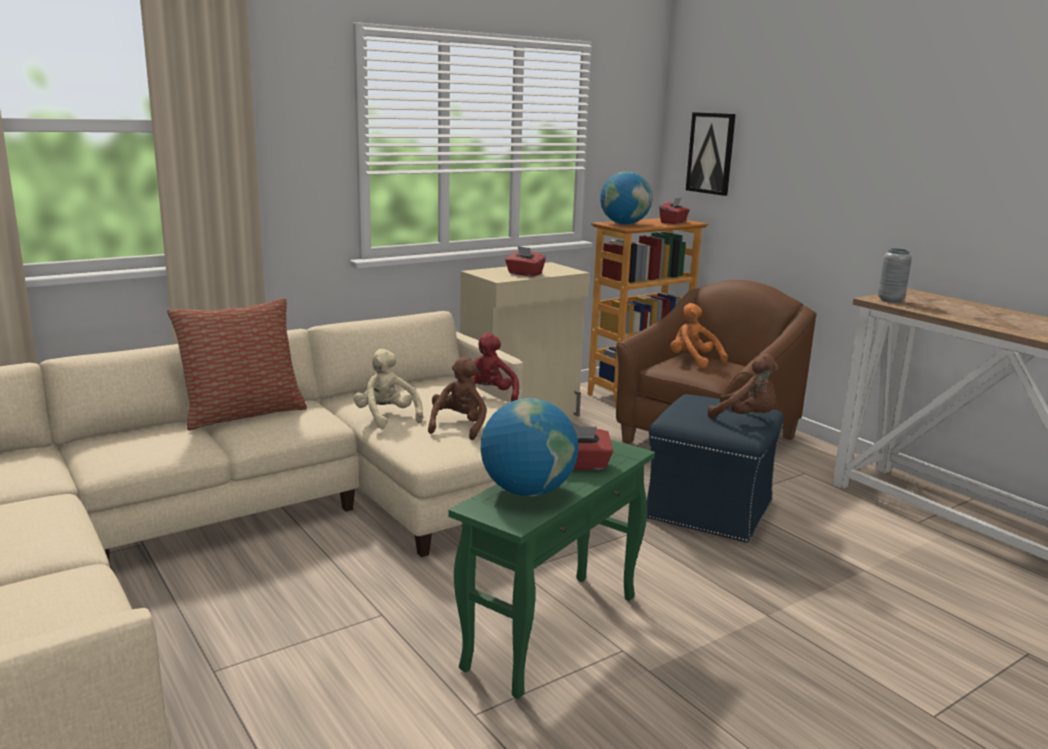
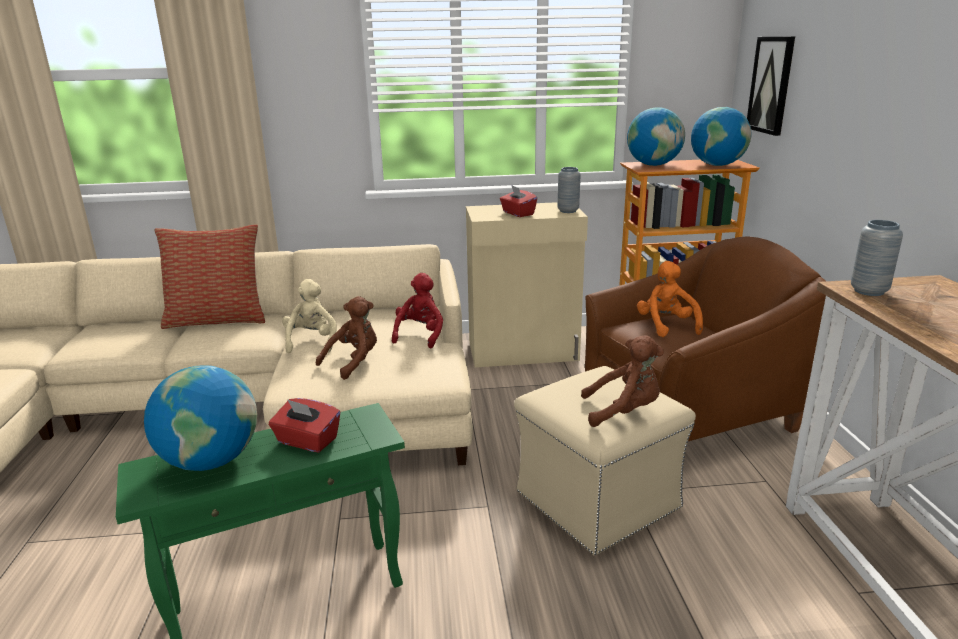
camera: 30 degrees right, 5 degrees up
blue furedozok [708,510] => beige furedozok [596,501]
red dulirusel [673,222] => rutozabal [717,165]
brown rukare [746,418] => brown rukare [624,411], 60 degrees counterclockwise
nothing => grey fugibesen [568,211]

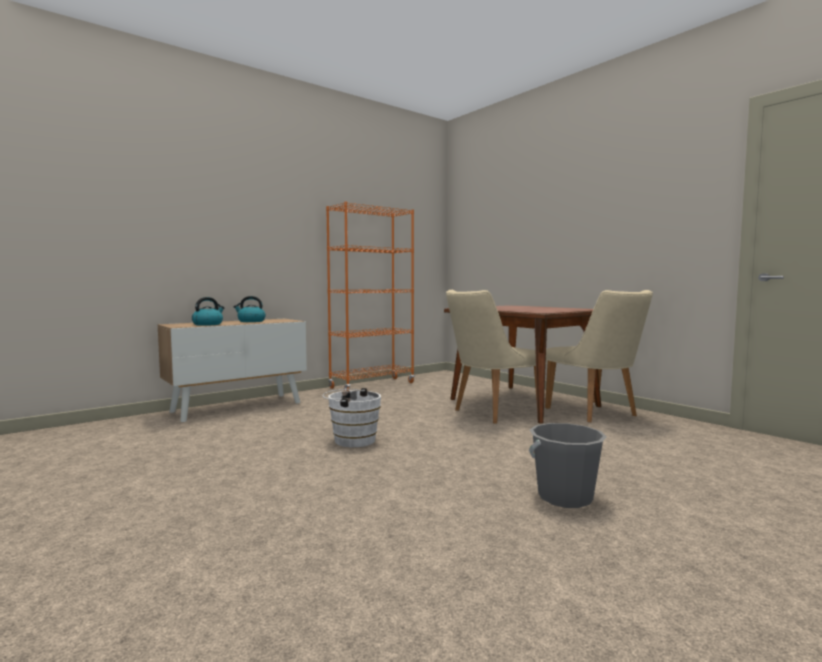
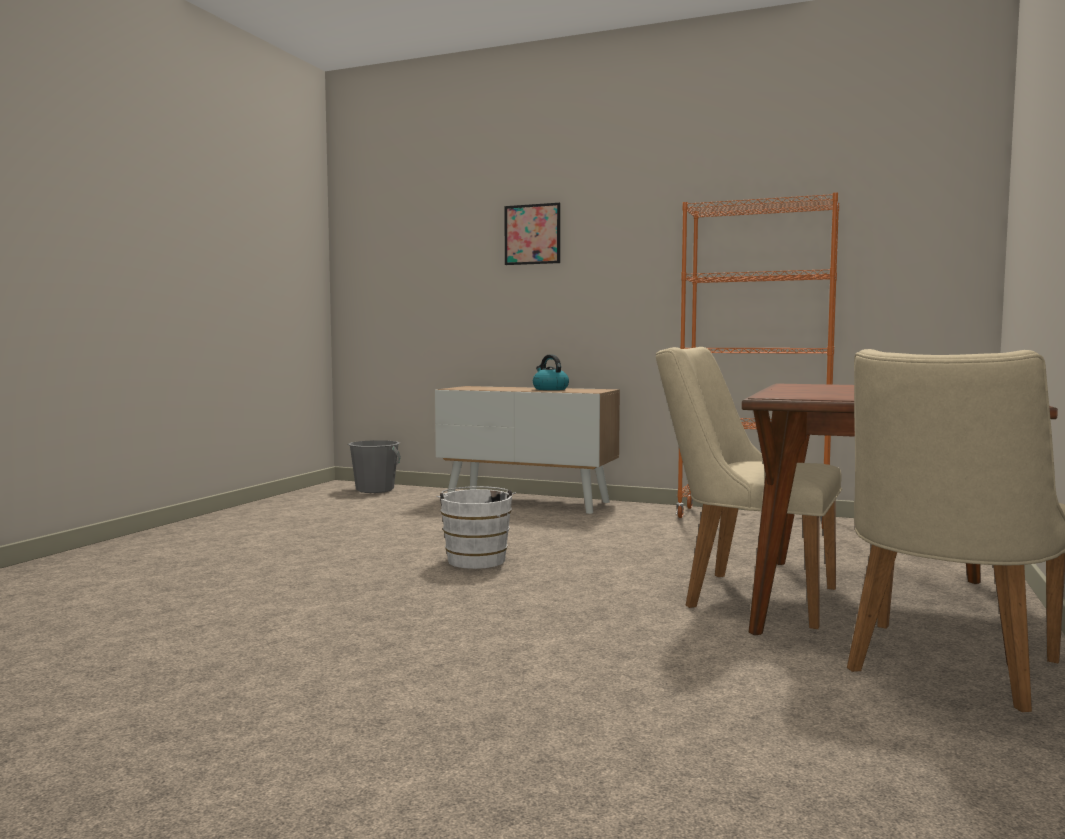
camera: 60 degrees right, 0 degrees up
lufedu [208,324] => nothing
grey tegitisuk [565,497] => grey tegitisuk [375,490], shifted
nothing => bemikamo [532,234]

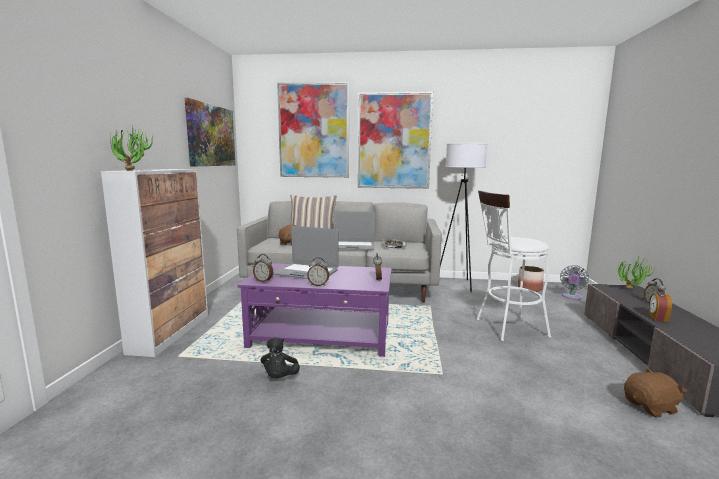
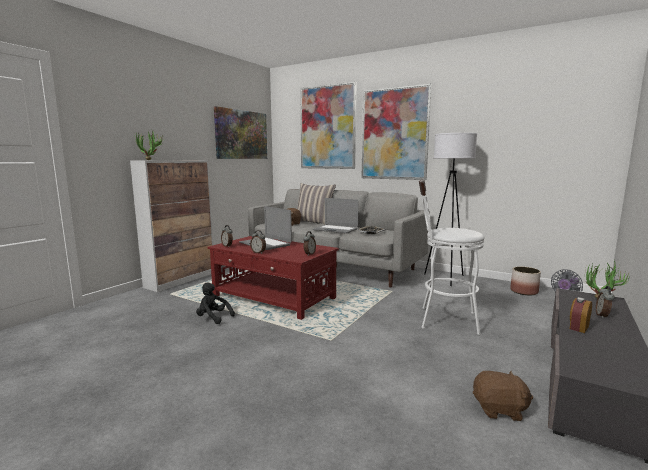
camera: 25 degrees right, 0 degrees up
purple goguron [322,335] => red goguron [274,298]
black rukare [280,377] => black rukare [213,318], 90 degrees clockwise

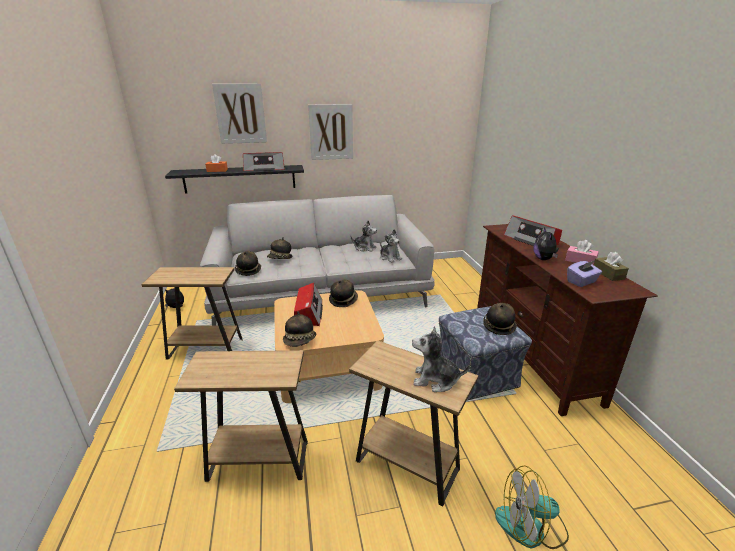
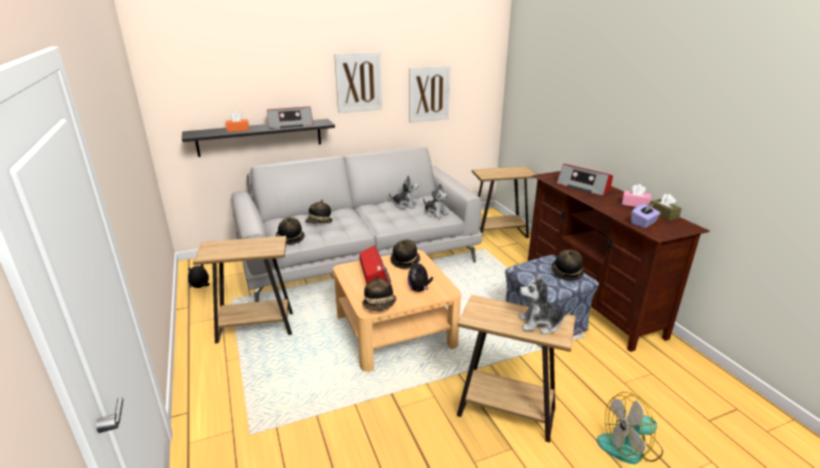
camera: 10 degrees left, 0 degrees up
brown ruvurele [258,460] => brown ruvurele [499,234], shifted
bemikamo [240,114] => bemikamo [429,94], shifted
rukare [544,259] => rukare [419,289], shifted

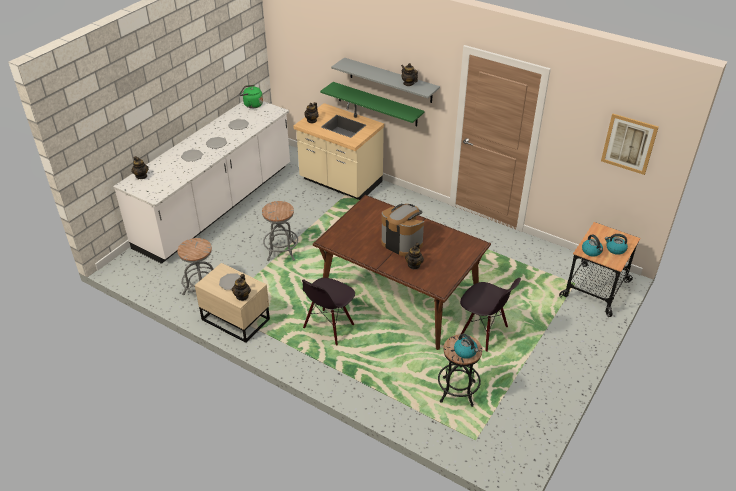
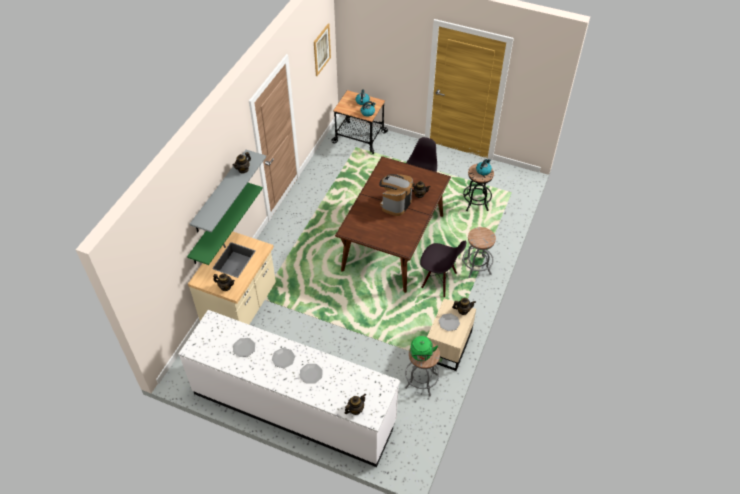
camera: 100 degrees left, 10 degrees up
green lufedu [252,105] => green lufedu [421,355], shifted
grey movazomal [281,252] => grey movazomal [476,267], shifted

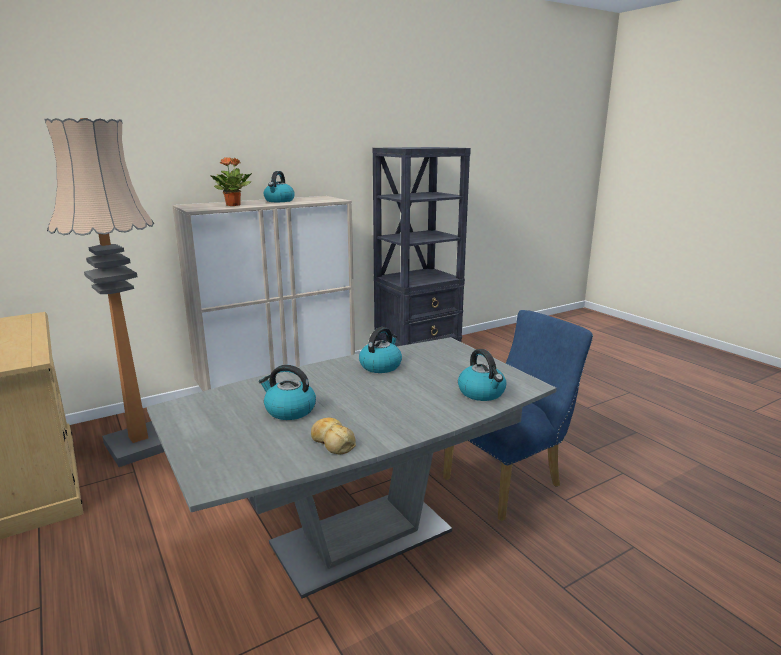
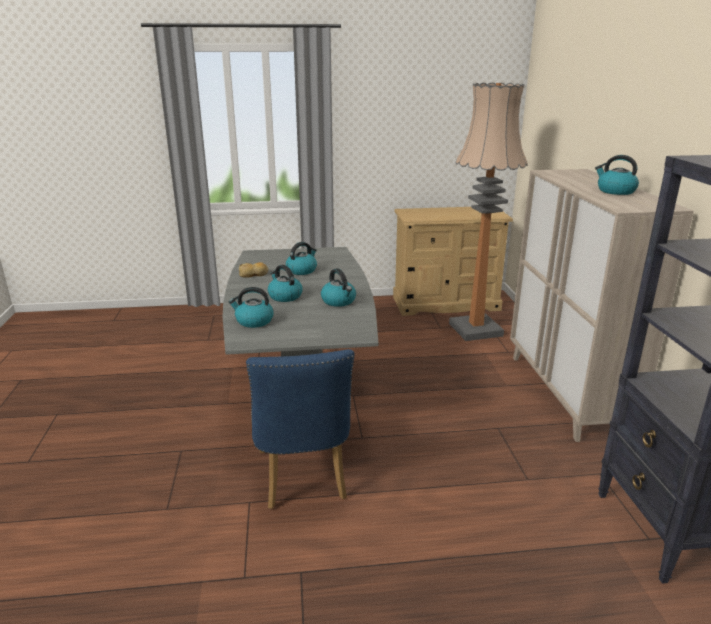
camera: 115 degrees right, 5 degrees up
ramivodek [233,205] => nothing
nothing => lufedu [284,296]

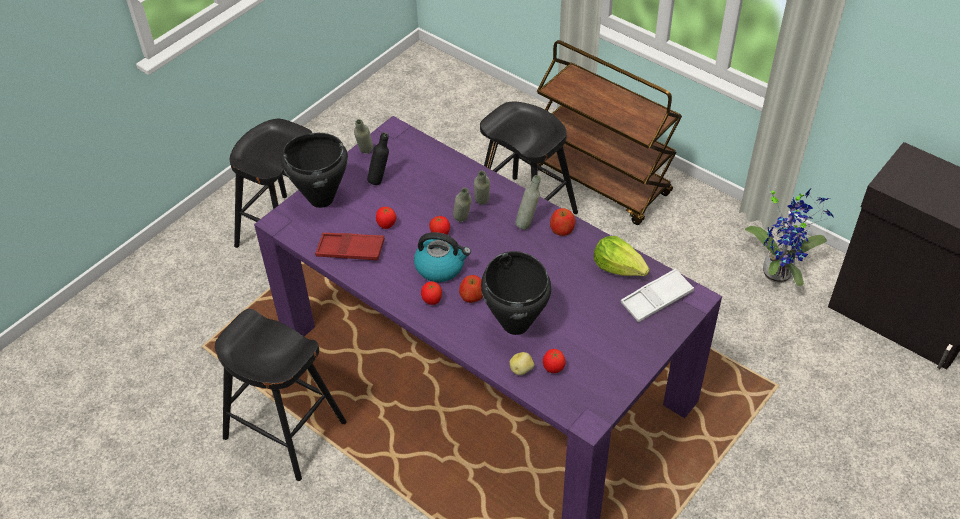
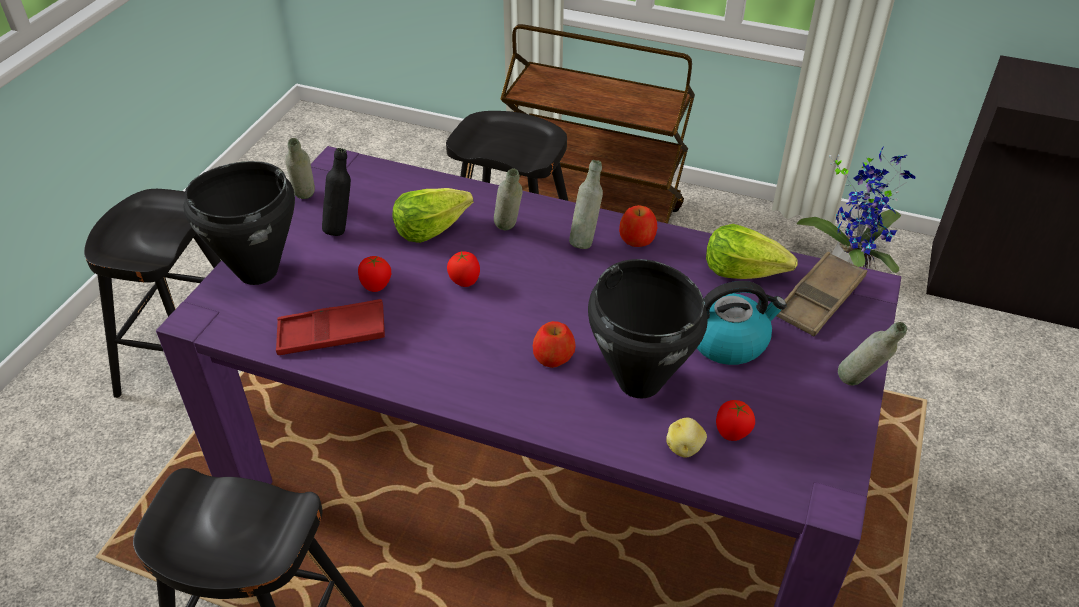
camera: 20 degrees left, 5 degrees down
lufedu [441,267] => lufedu [729,341], shifted
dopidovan [432,301] => nothing
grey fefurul [463,222] => grey fefurul [859,386], shifted
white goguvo [656,299] => brown goguvo [819,300]
nothing => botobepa [430,228]

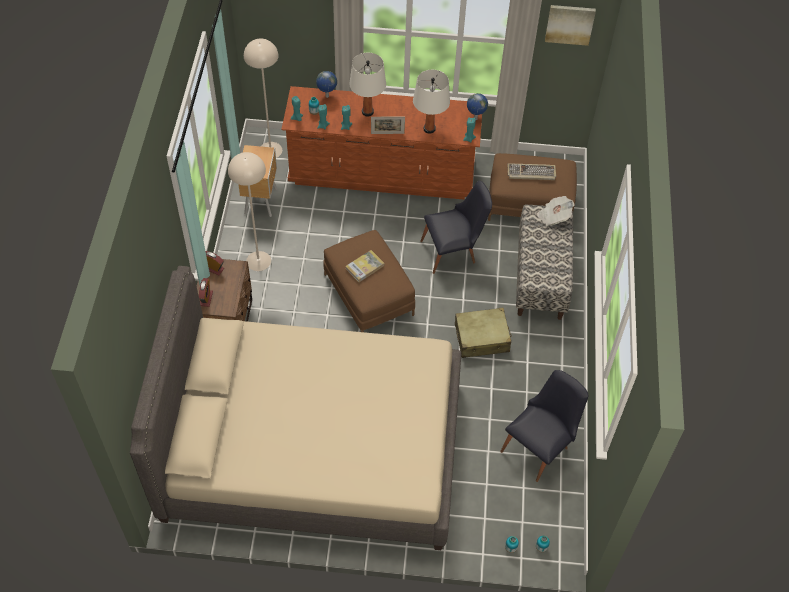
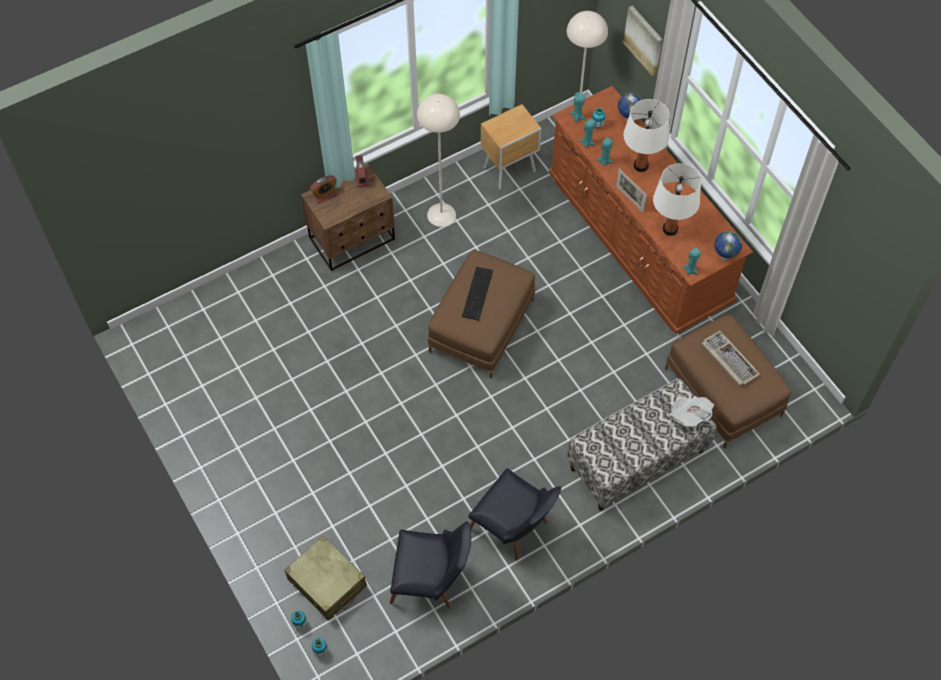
camera: 55 degrees right, 5 degrees up
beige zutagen [313,448] => nothing
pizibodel [364,267] => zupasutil [477,293]
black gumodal [454,252] => black gumodal [514,530], shifted
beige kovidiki [482,338] => beige kovidiki [327,582], shifted
bemikamo [569,24] => bemikamo [644,40], shifted

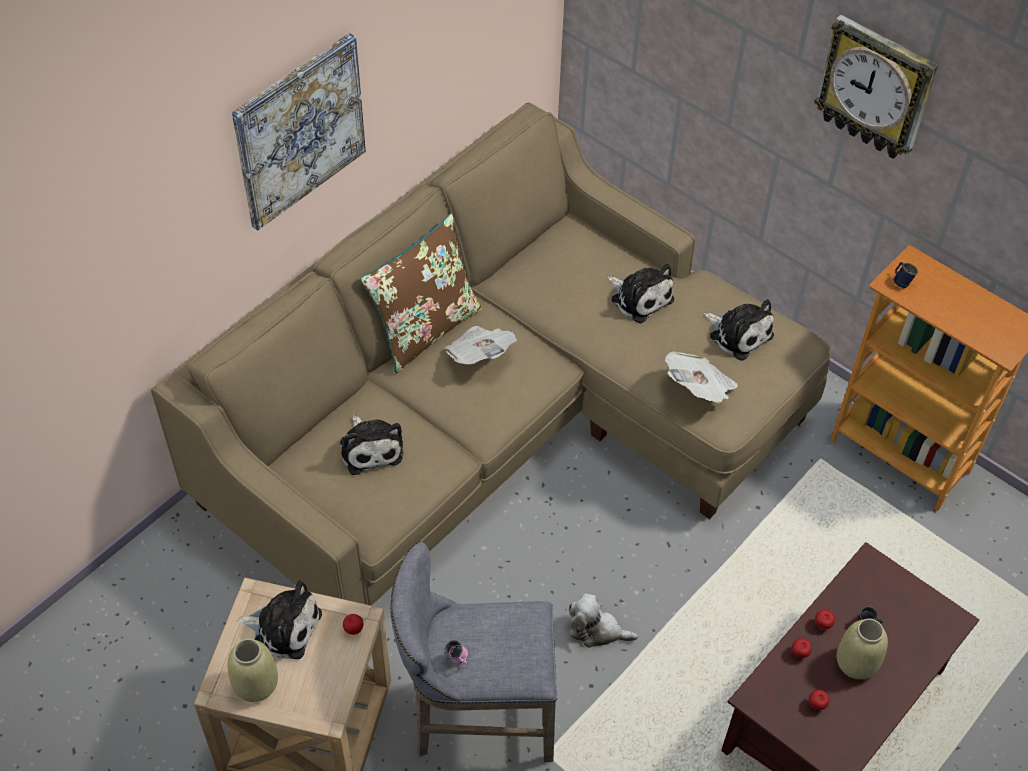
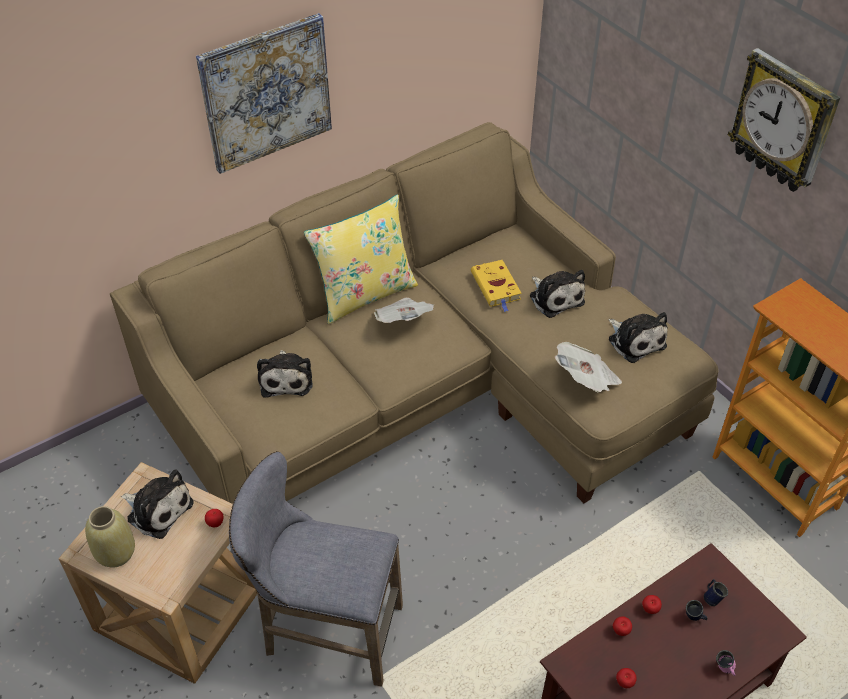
camera: 15 degrees right, 5 degrees down
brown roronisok [425,329] => yellow roronisok [365,294]
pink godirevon [458,660] => pink godirevon [725,670], shifted
rukare [597,630] => nothing
beige fugibesen [856,663] => nothing
blue godirevon [901,281] => blue godirevon [712,597], shifted
nothing => yellow pizibodel [496,287]

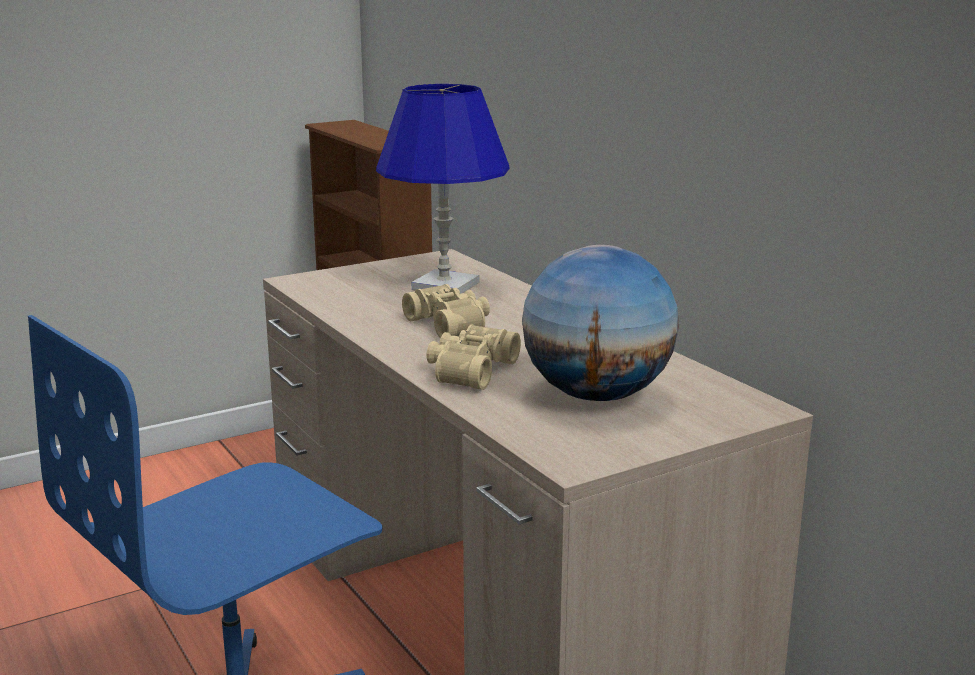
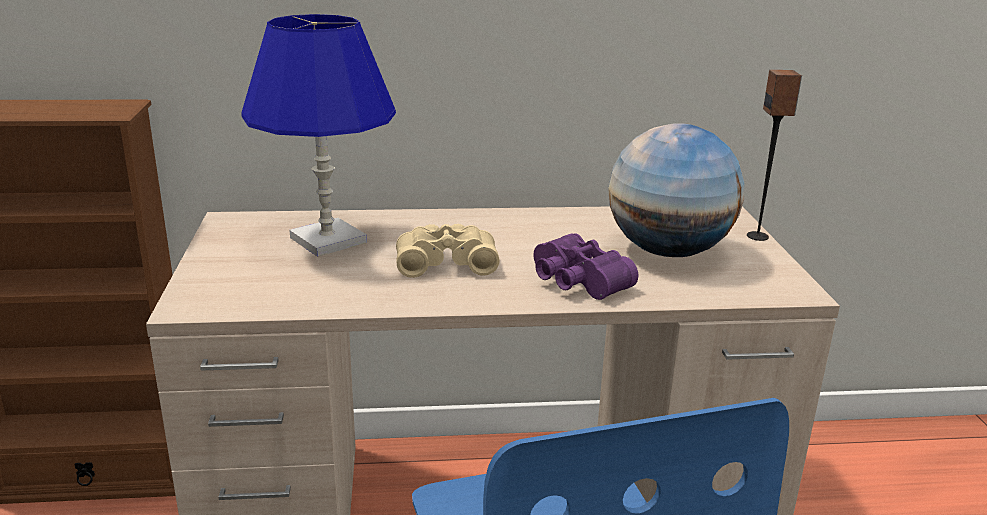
camera: 65 degrees left, 5 degrees up
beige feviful [468,370] => purple feviful [575,282]
nothing => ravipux [758,236]

